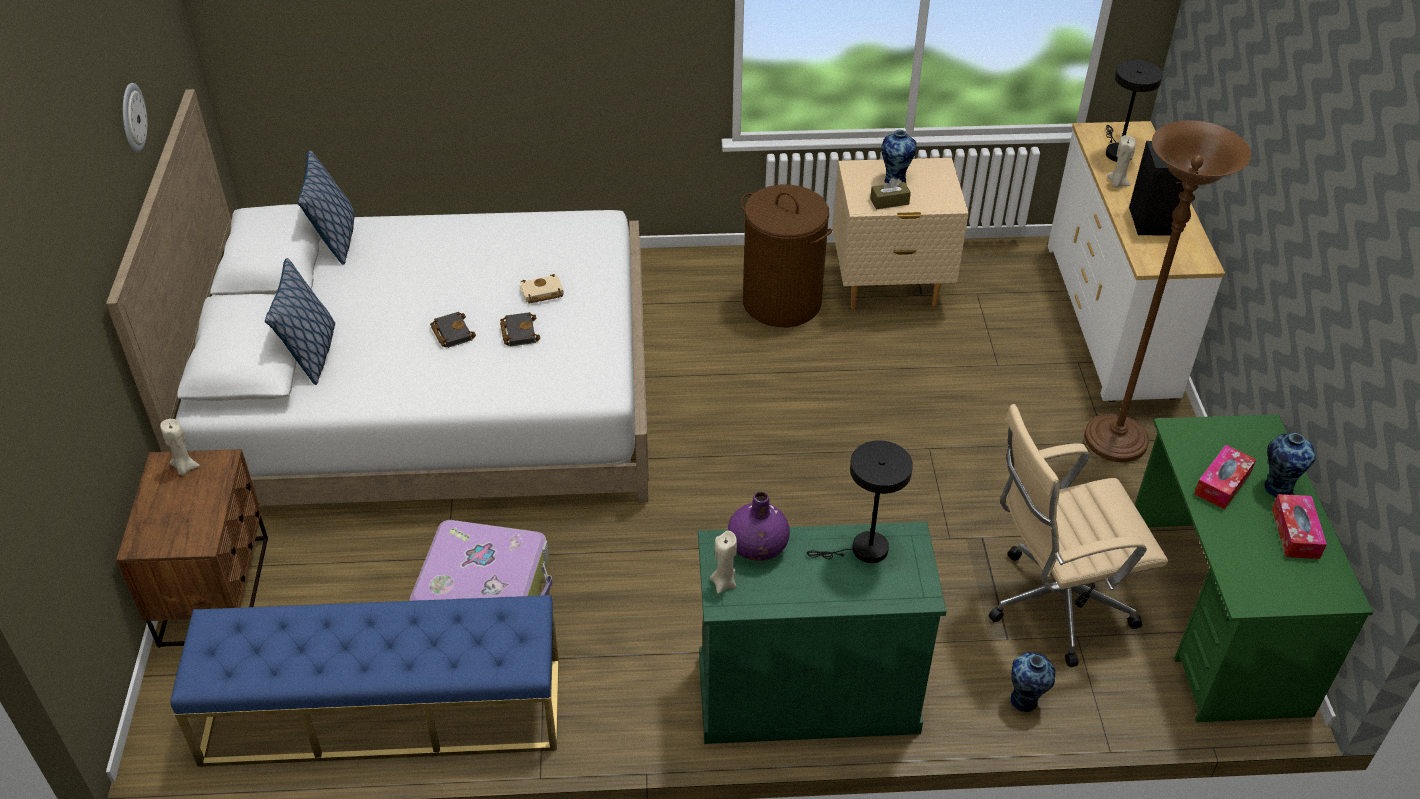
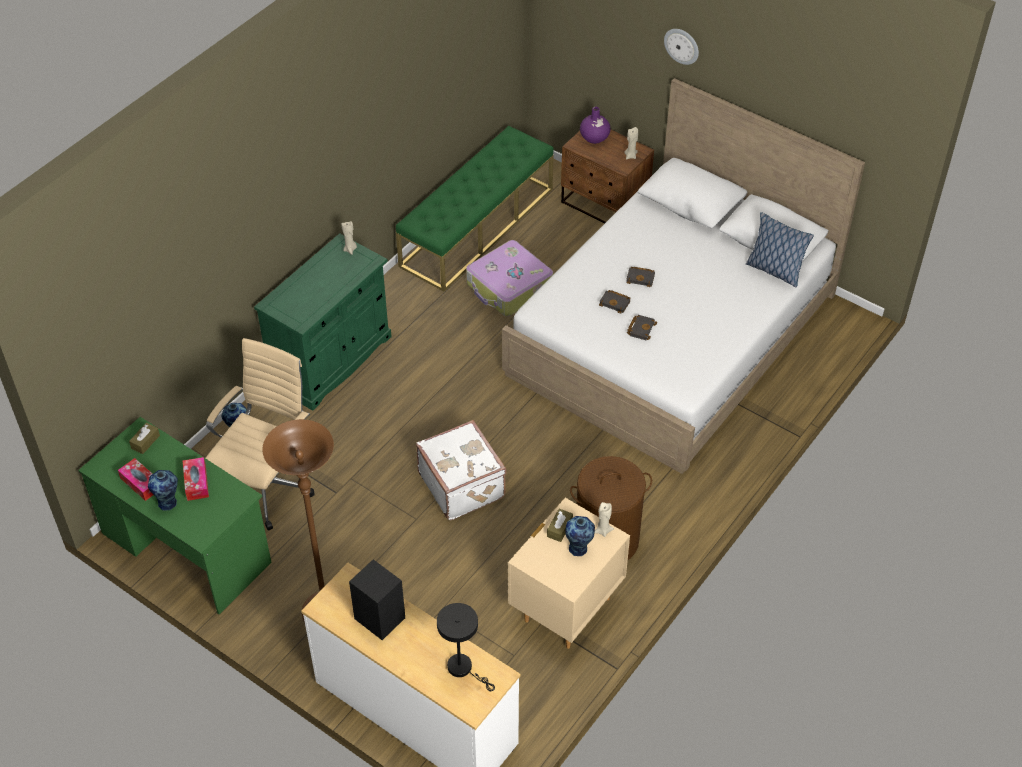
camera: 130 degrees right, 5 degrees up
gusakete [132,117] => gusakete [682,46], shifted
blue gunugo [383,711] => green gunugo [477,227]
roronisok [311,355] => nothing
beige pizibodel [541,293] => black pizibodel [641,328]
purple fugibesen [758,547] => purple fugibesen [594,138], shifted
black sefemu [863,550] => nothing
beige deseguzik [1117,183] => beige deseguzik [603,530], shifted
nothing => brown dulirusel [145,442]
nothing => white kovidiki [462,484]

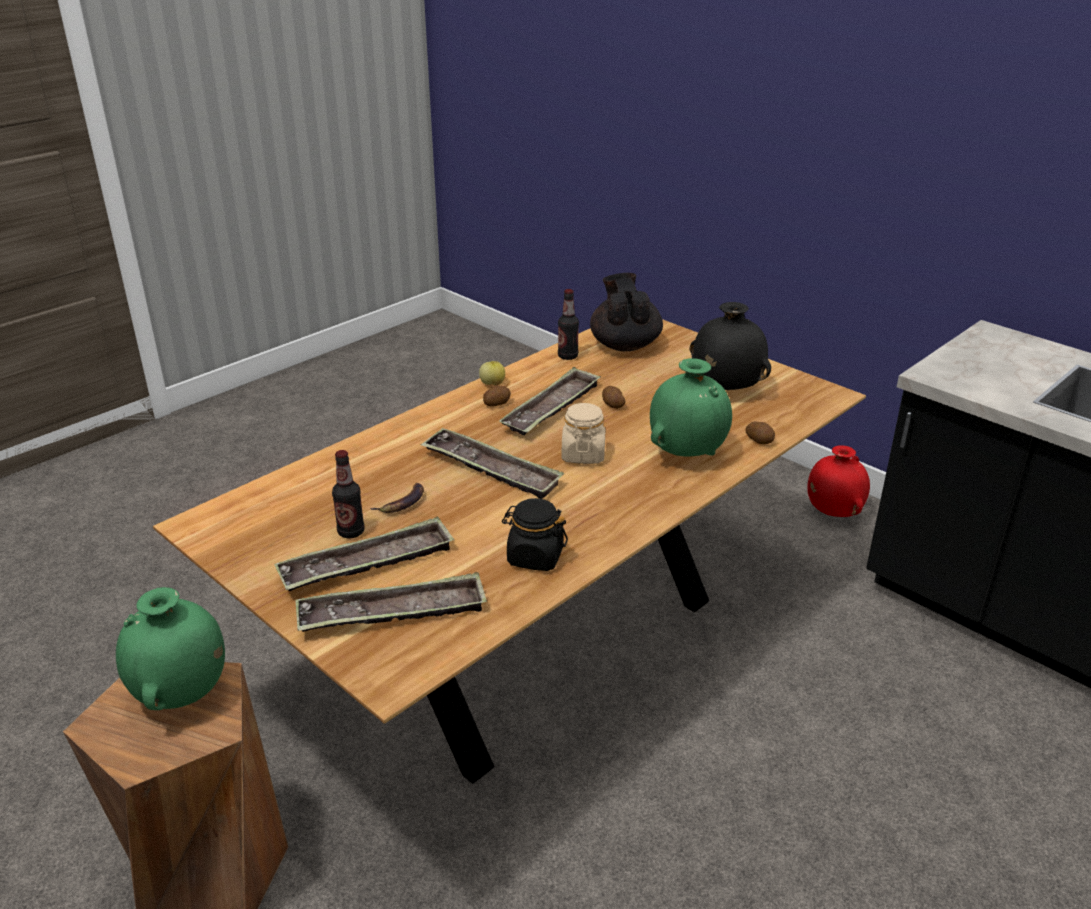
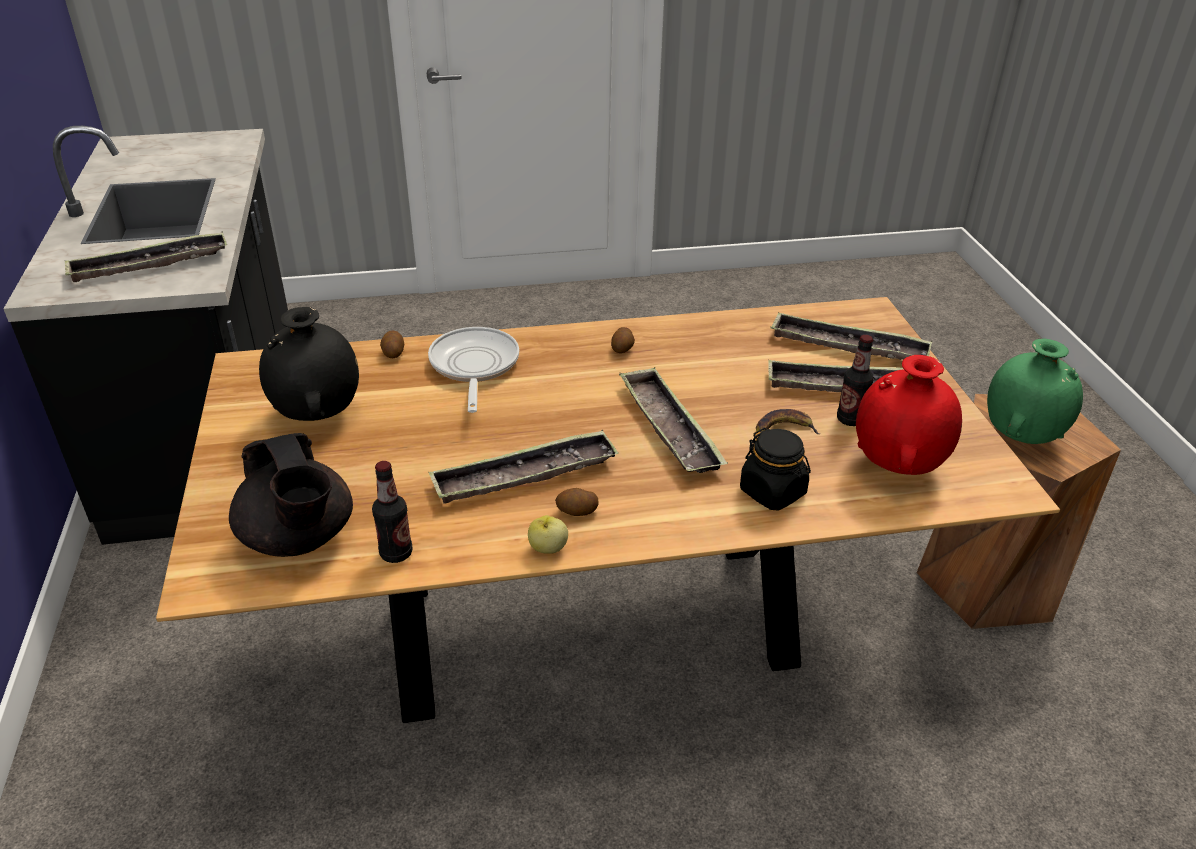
camera: 145 degrees left, 5 degrees up
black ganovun [534,557] => black ganovun [773,492], shifted
beige ganovun [583,454] => nothing
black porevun [624,345] => black porevun [299,538], 60 degrees counterclockwise
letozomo [612,405] => letozomo [622,349], shifted
green fugibesen [687,454] => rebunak [473,367]
red fugibesen [832,513] => red fugibesen [897,467], shifted
nothing => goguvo [150,264]

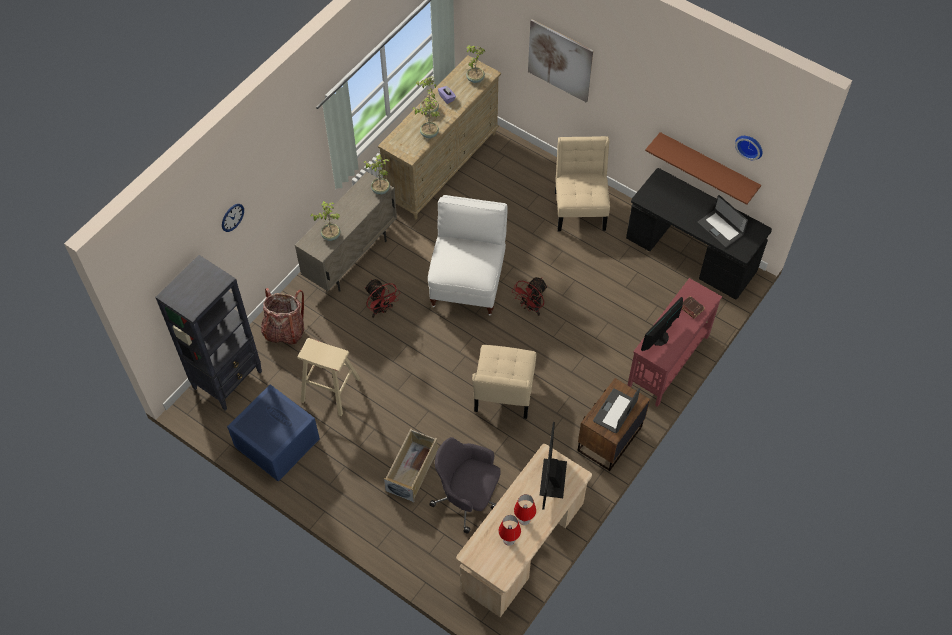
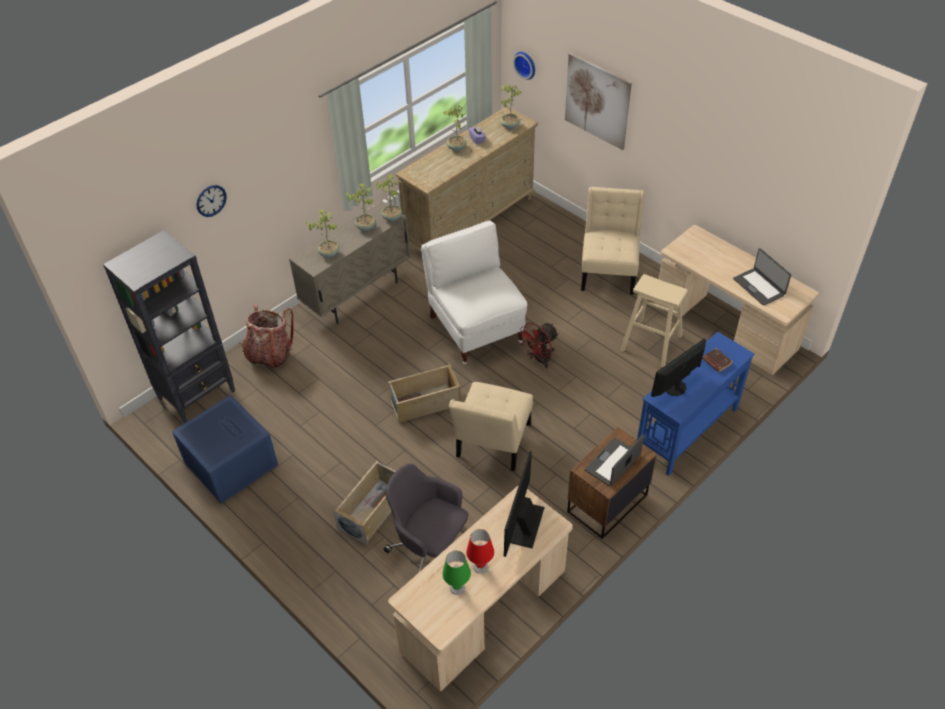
camera: 10 degrees right, 10 degrees down
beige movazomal [330,390] => beige movazomal [651,343], shifted
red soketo [381,310] => nothing
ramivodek [429,133] => ramivodek [366,227], shifted
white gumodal [468,282] => white gumodal [475,328], 45 degrees counterclockwise
red sefemu [509,539] => green sefemu [457,588]
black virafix [690,255] => beige virafix [724,327]
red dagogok [667,361] => blue dagogok [686,430]
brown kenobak [708,165] => nothing
gusakete [750,146] => gusakete [526,64], shifted
nothing => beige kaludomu [424,403]

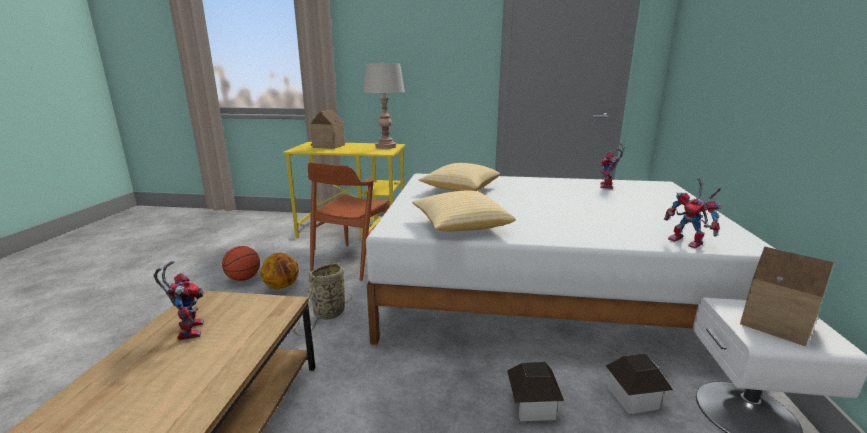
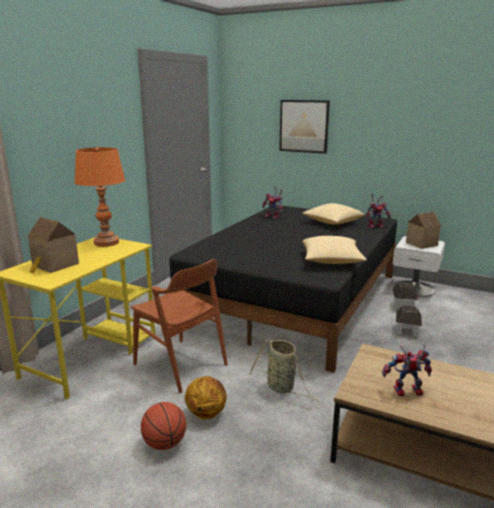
camera: 70 degrees left, 0 degrees up
grey sefemu [386,147] => orange sefemu [106,243]
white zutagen [541,293] => black zutagen [295,299]
roronisok [460,189] => roronisok [332,223], shifted
nothing => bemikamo [304,126]

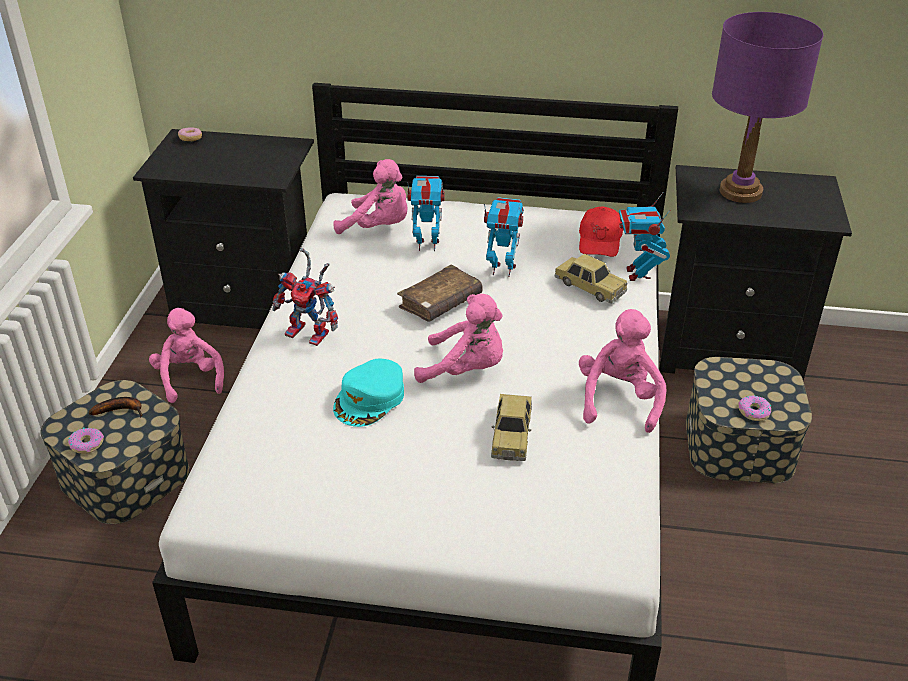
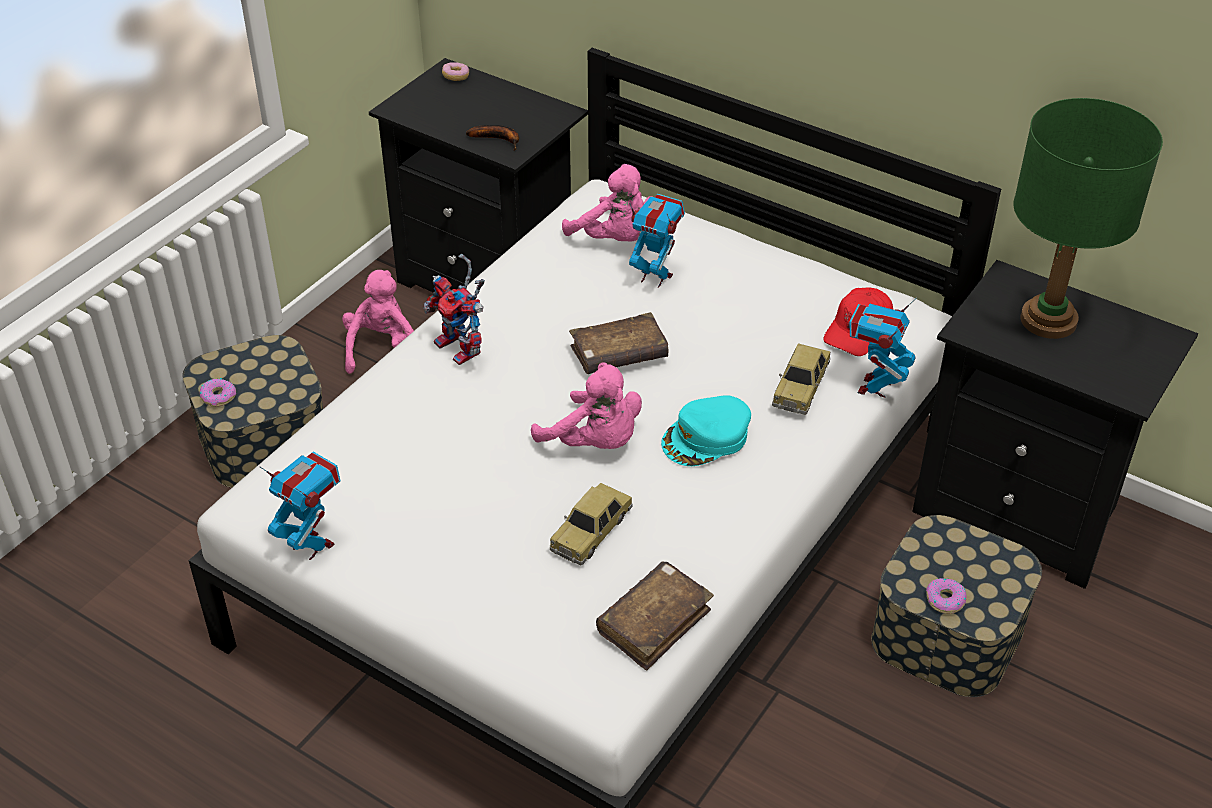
camera: 25 degrees right, 5 degrees up
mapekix [121,410] => mapekix [498,139], shifted
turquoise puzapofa [370,399] => turquoise puzapofa [706,438], shifted
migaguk [502,269] => migaguk [312,545], shifted
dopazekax [589,287] => dopazekax [801,386], 45 degrees clockwise
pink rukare [619,400] => nothing
purple sefemu [740,192] => green sefemu [1048,321]
nothing => brown pizibodel [654,623]

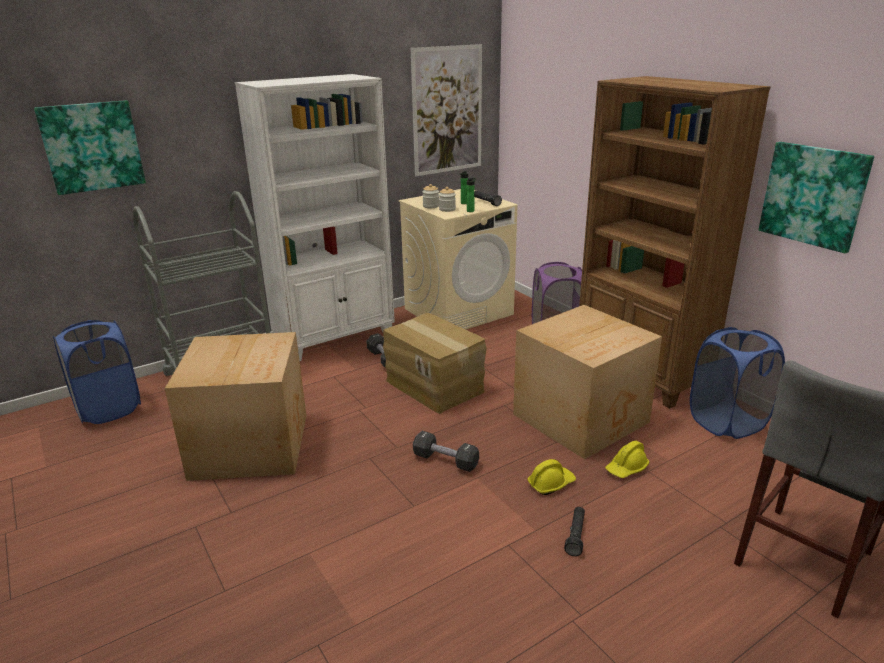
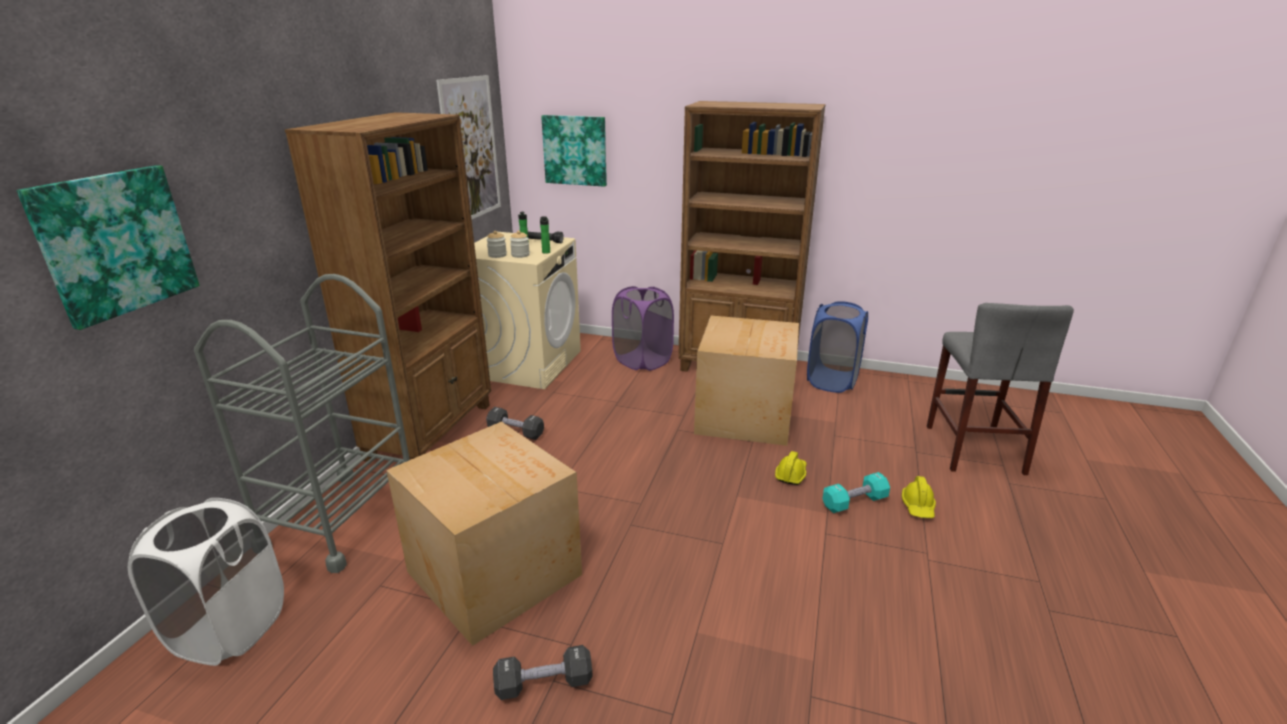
camera: 40 degrees left, 0 degrees up
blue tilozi [108,409] => white tilozi [230,629]
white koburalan [335,338] => brown koburalan [432,430]
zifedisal [435,386] => nothing
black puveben [445,460] => black puveben [544,683], shifted
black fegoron [575,535] => turquoise puveben [854,502]
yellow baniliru [626,468] => yellow baniliru [918,506], shifted
bemikamo [813,195] => bemikamo [575,150], shifted

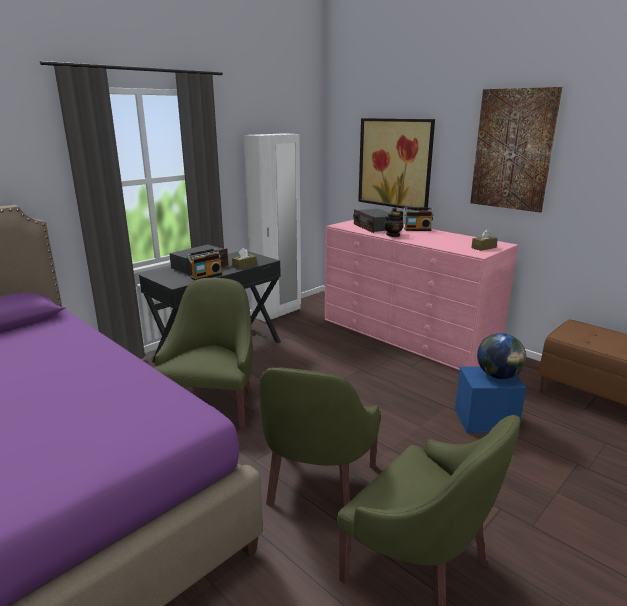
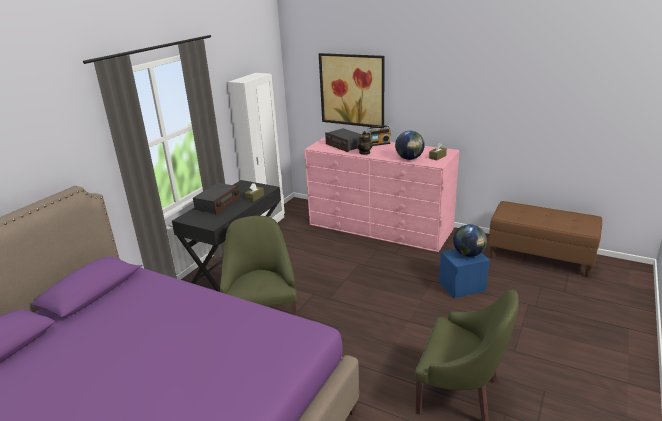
camera: 15 degrees left, 5 degrees up
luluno [206,276] => nothing
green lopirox [317,484] => nothing
bemikamo [513,150] => nothing
nothing => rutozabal [409,158]

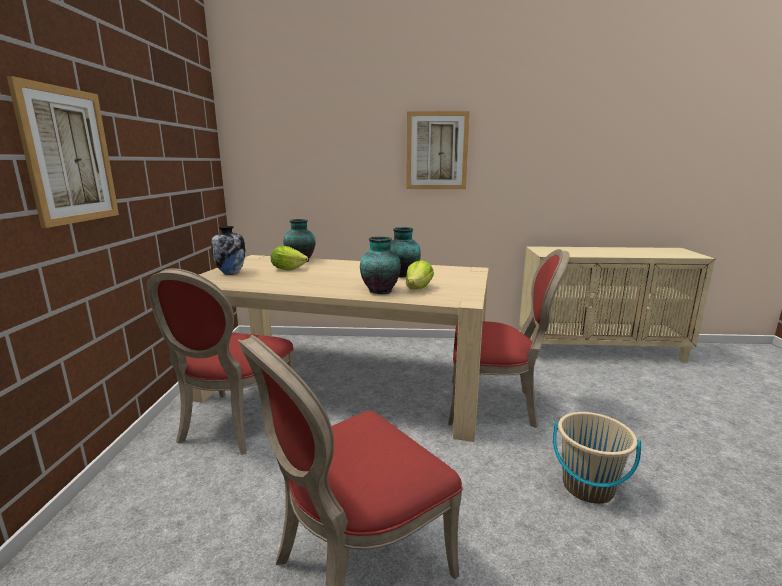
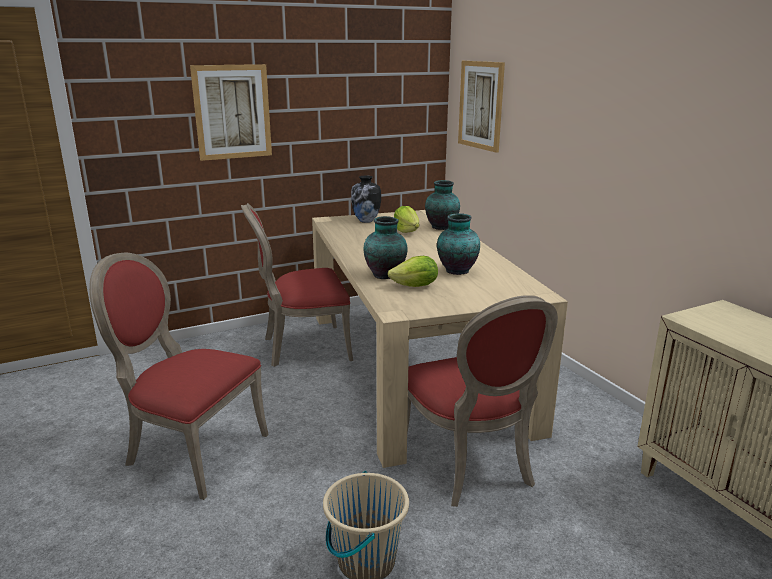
camera: 60 degrees right, 5 degrees up
bemikamo [436,151] => bemikamo [481,105], shifted

